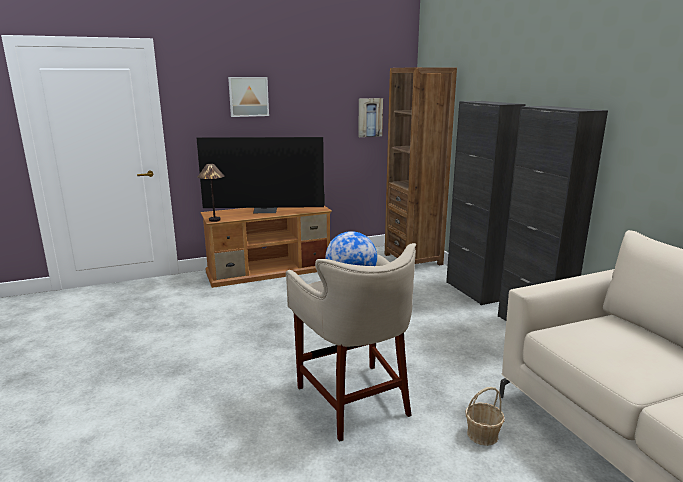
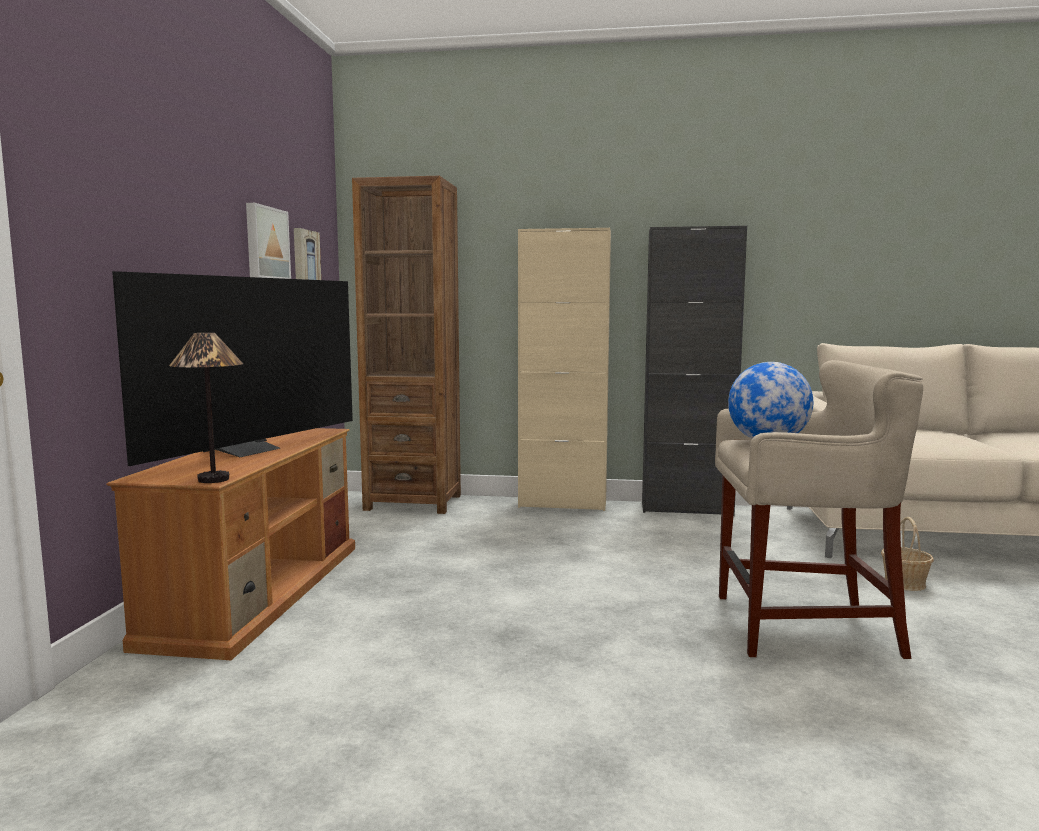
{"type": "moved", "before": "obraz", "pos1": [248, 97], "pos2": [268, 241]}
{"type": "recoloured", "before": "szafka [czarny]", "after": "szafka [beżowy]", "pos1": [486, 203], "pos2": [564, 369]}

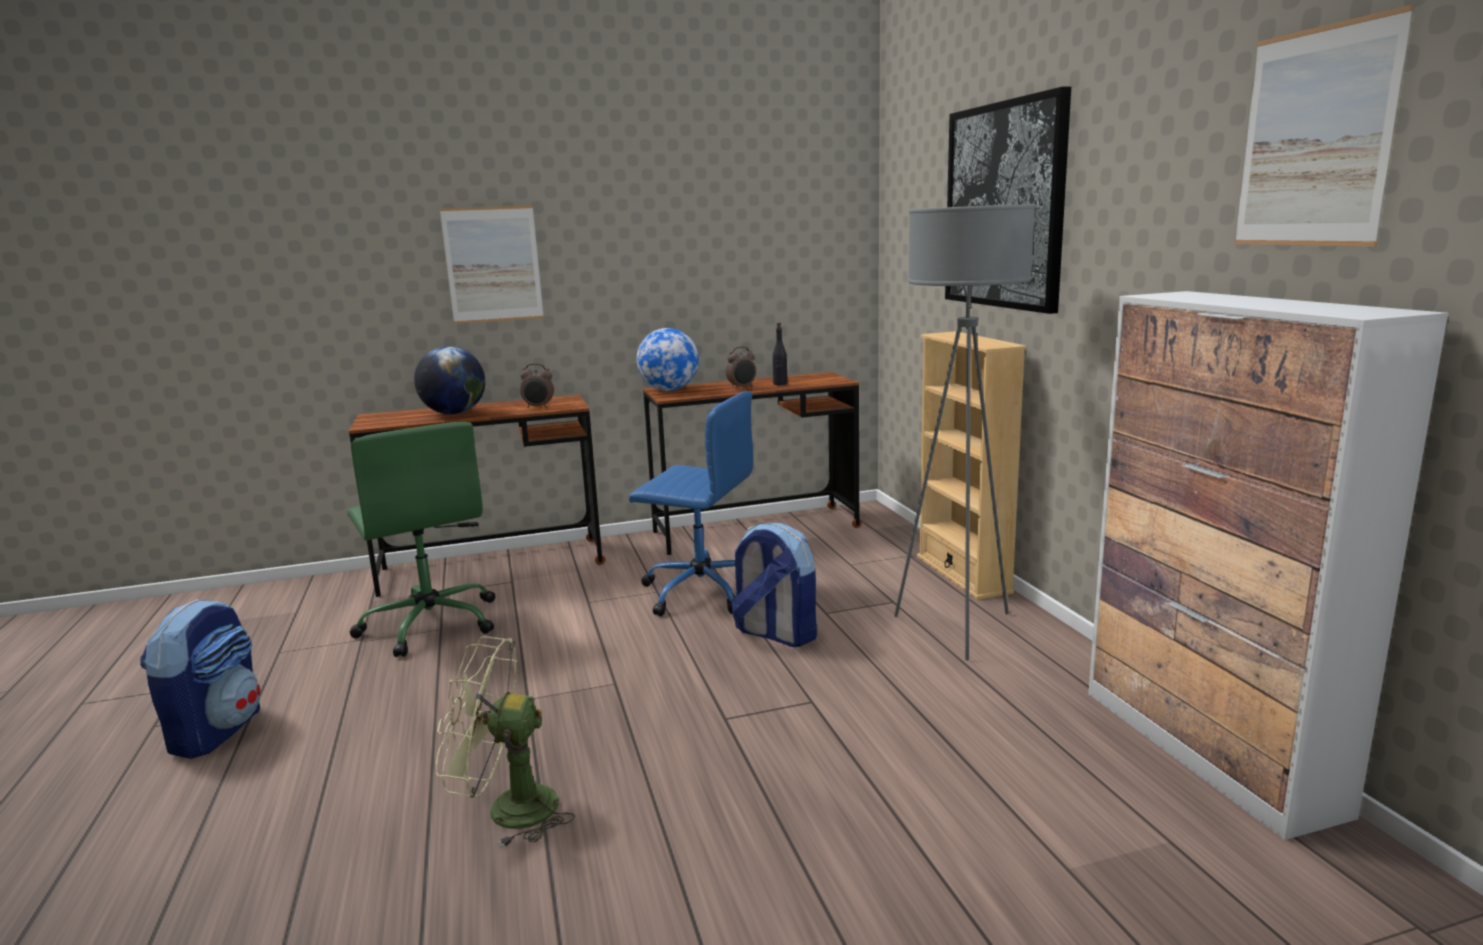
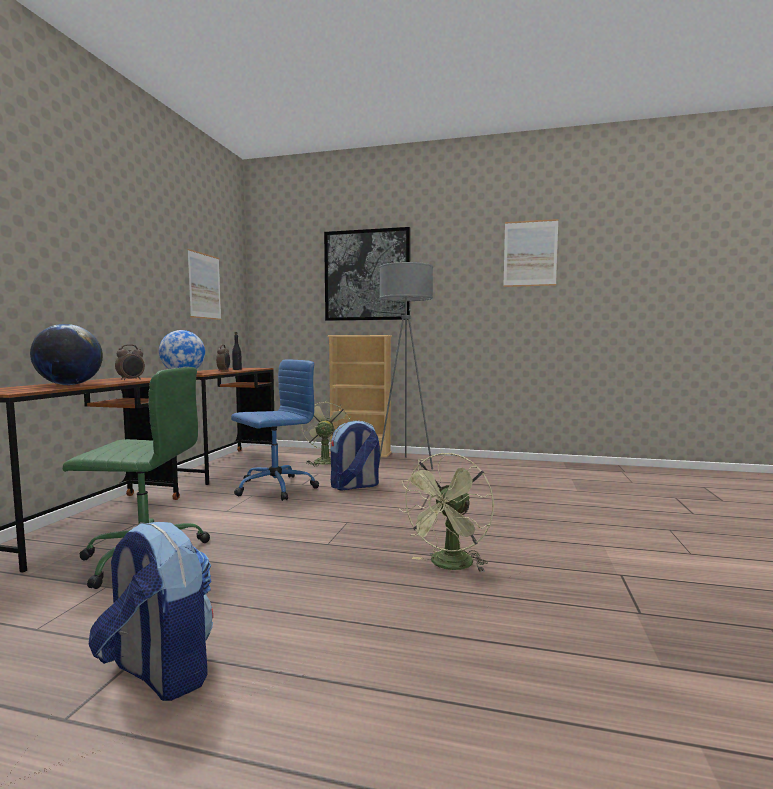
{"type": "moved", "before": "obraz", "pos1": [492, 265], "pos2": [204, 284]}
{"type": "removed", "before": "szafka", "pos1": [1268, 565]}
{"type": "added", "after": "wentylator [zielony]", "pos2": [326, 434]}

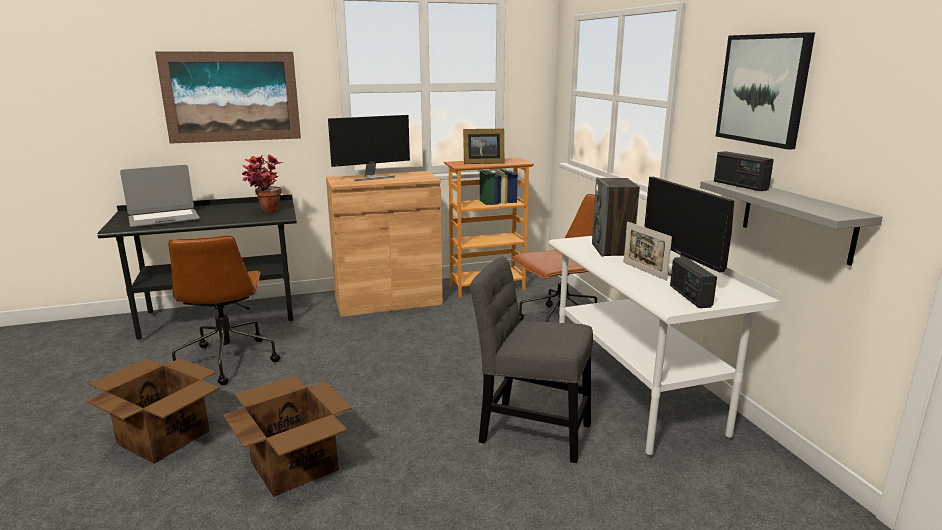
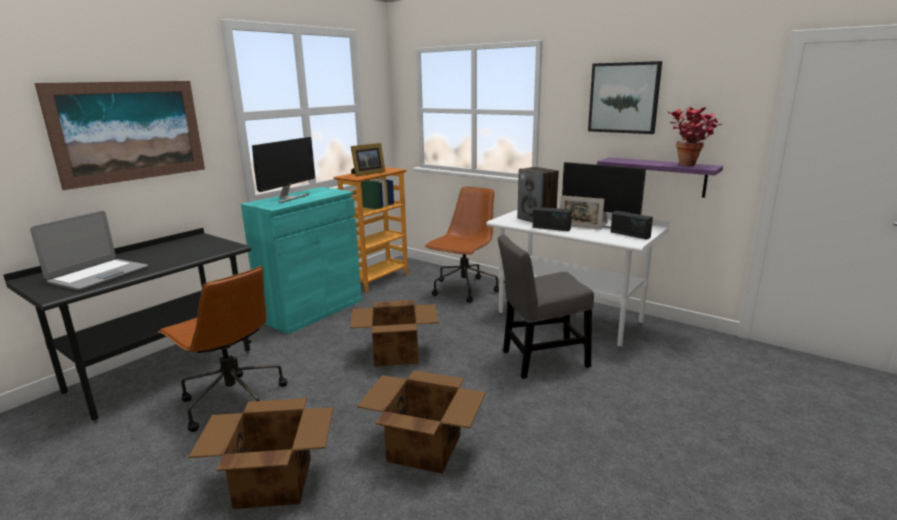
{"type": "moved", "before": "radio", "pos1": [744, 171], "pos2": [552, 219]}
{"type": "moved", "before": "roślina doniczkowa", "pos1": [263, 183], "pos2": [695, 136]}
{"type": "recoloured", "before": "szafka [brązowy]", "after": "szafka [turkusowy]", "pos1": [384, 244], "pos2": [301, 260]}
{"type": "recoloured", "before": "półka [szary]", "after": "półka [fioletowy]", "pos1": [791, 223], "pos2": [660, 178]}
{"type": "added", "after": "karton", "pos2": [394, 333]}

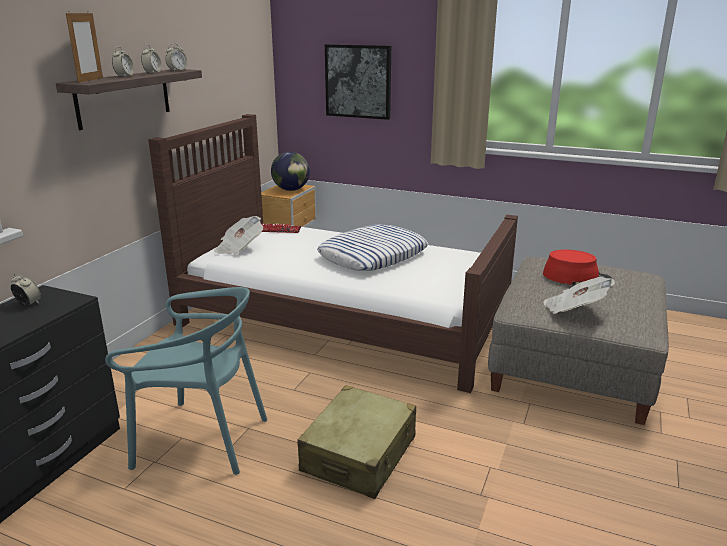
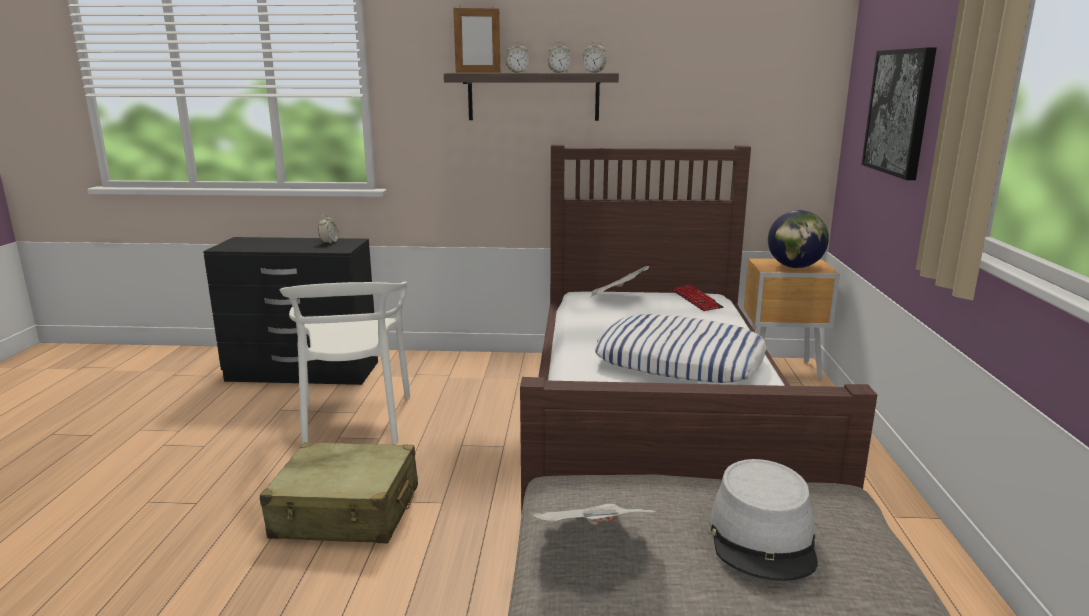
{"type": "recoloured", "before": "kapelusz [czerwony]", "after": "kapelusz [szary]", "pos1": [577, 268], "pos2": [763, 520]}
{"type": "recoloured", "before": "krzesło [turkusowy]", "after": "krzesło [biały]", "pos1": [186, 381], "pos2": [345, 364]}

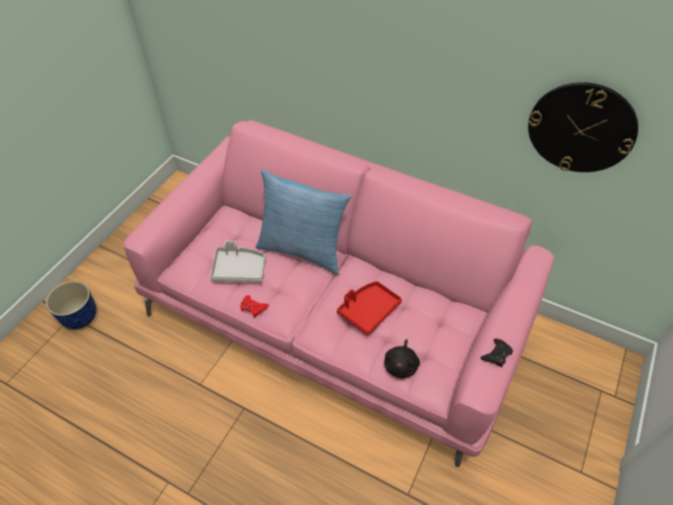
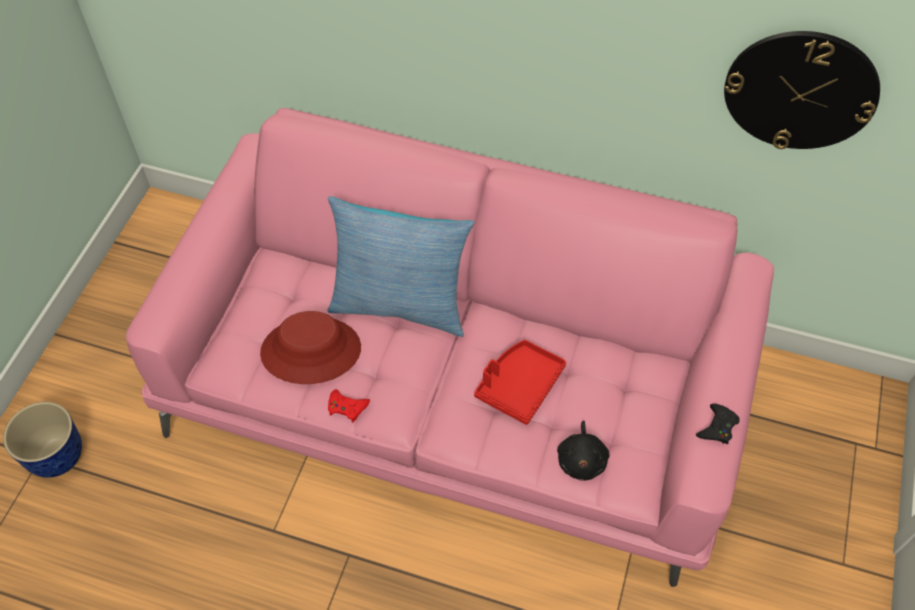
{"type": "replaced", "before": "taca [szary]", "after": "kapelusz [czerwony]", "pos1": [238, 261], "pos2": [310, 347]}

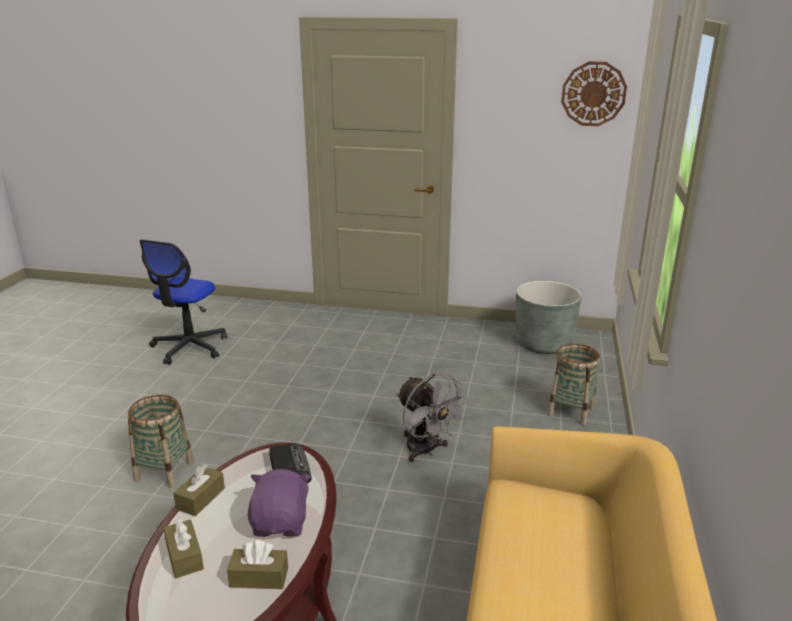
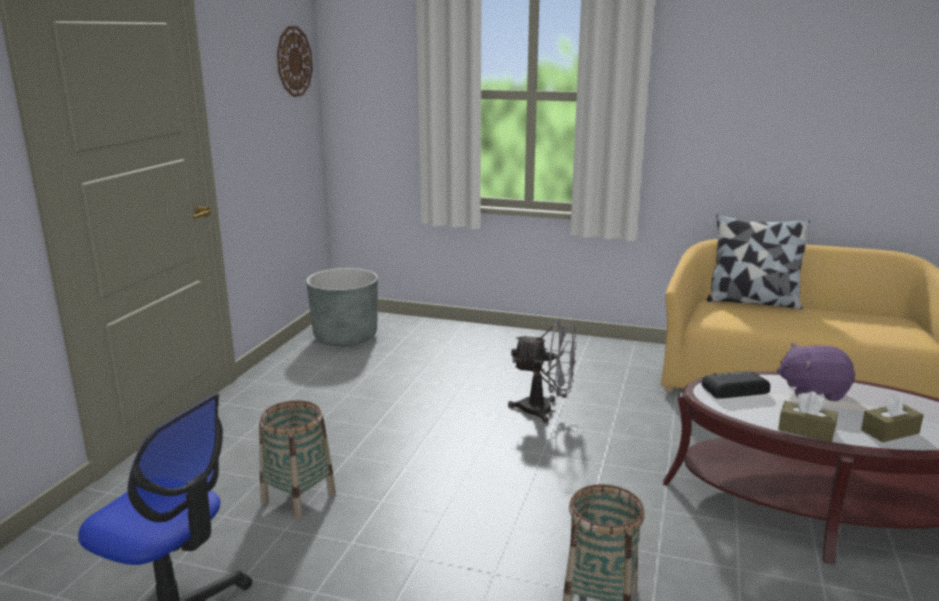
{"type": "moved", "before": "koszyk", "pos1": [574, 385], "pos2": [297, 460]}
{"type": "turned", "before": "wentylator [szary]", "pos1": [432, 417], "pos2": [542, 371], "turn": 45}
{"type": "removed", "before": "pudełko chusteczek [brązowy]", "pos1": [257, 564]}
{"type": "added", "after": "poduszka", "pos2": [758, 261]}

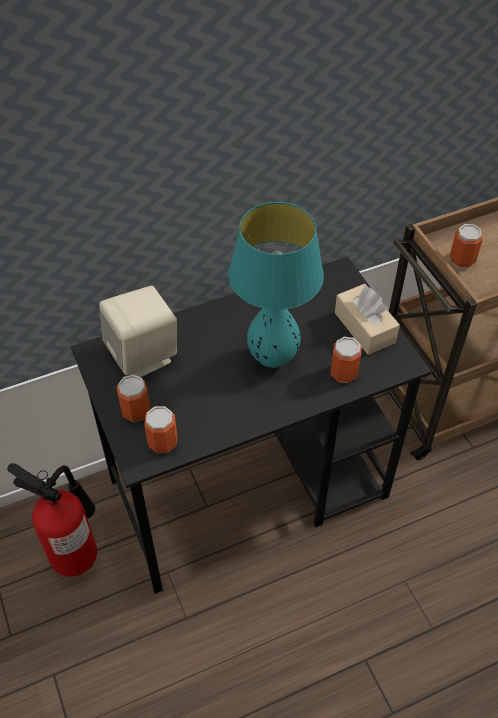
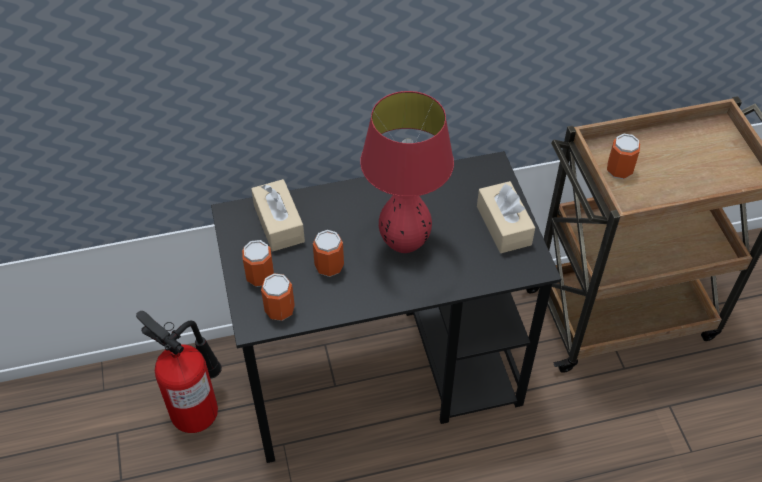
{"type": "recoloured", "before": "lampa stołowa [turkusowy]", "after": "lampa stołowa [czerwony]", "pos1": [276, 285], "pos2": [407, 172]}
{"type": "replaced", "before": "głośnik [beżowy]", "after": "pudełko chusteczek [beżowy]", "pos1": [138, 331], "pos2": [278, 215]}
{"type": "moved", "before": "puszka", "pos1": [346, 360], "pos2": [328, 253]}

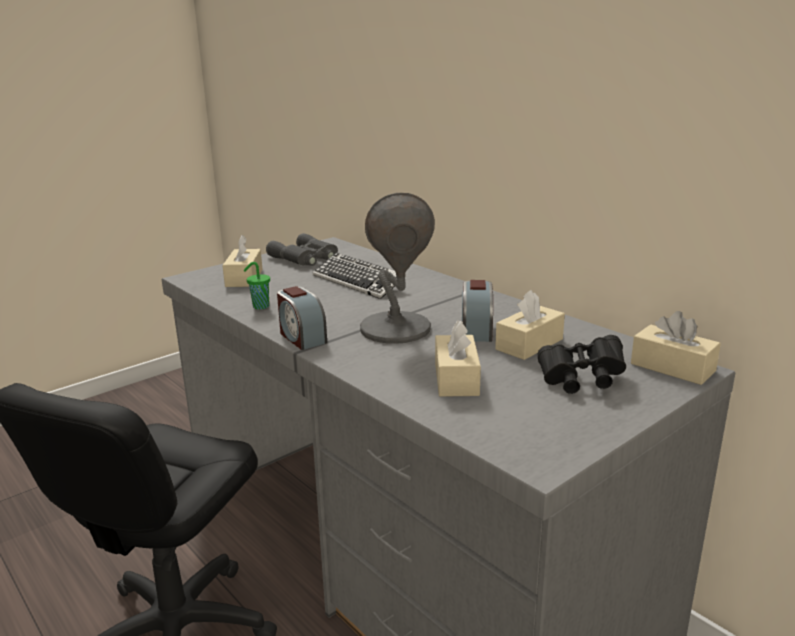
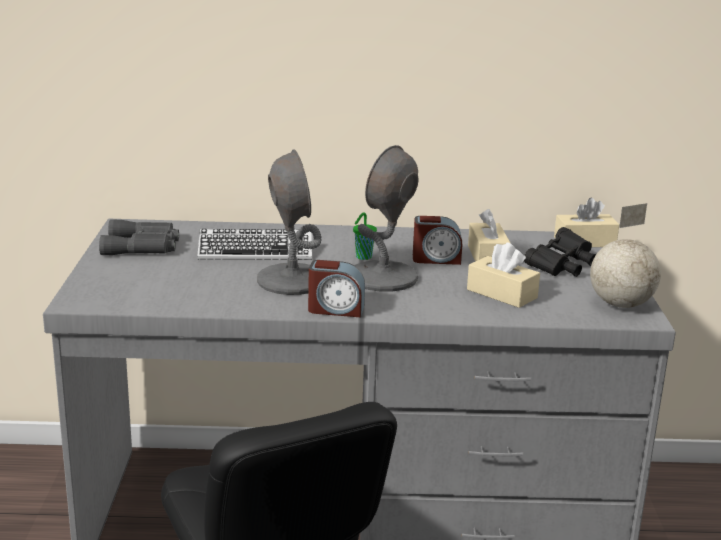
{"type": "removed", "before": "pudełko chusteczek [beżowy]", "pos1": [242, 261]}
{"type": "moved", "before": "filiżanka [zielony]", "pos1": [257, 285], "pos2": [365, 236]}
{"type": "turned", "before": "budzik", "pos1": [477, 311], "pos2": [437, 240], "turn": -45}
{"type": "added", "after": "lampa stołowa [szary]", "pos2": [289, 222]}
{"type": "added", "after": "globus", "pos2": [625, 255]}

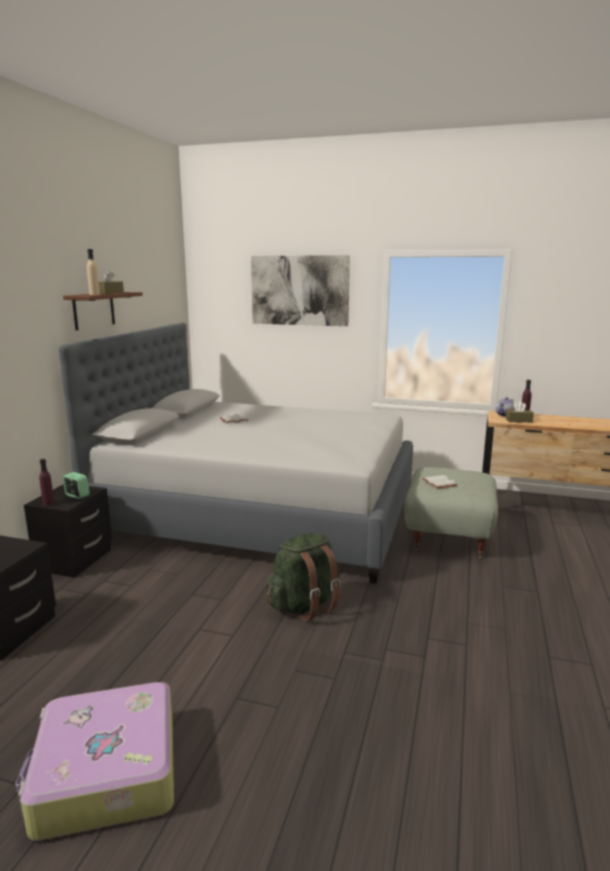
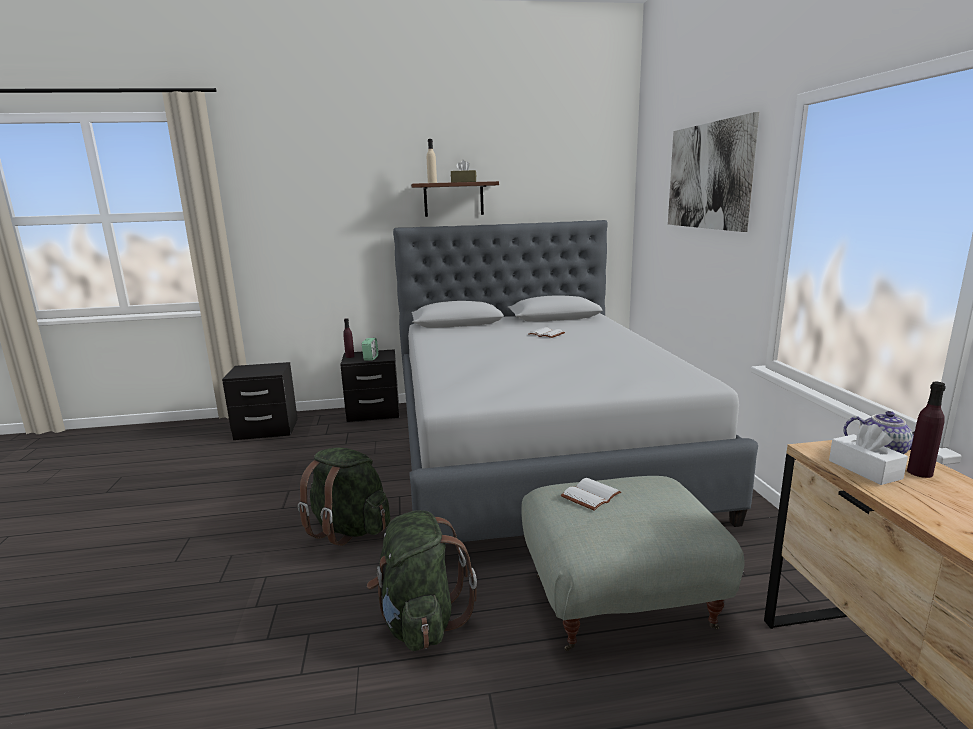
{"type": "recoloured", "before": "pudełko chusteczek [brązowy]", "after": "pudełko chusteczek [biały]", "pos1": [520, 412], "pos2": [868, 454]}
{"type": "removed", "before": "walizka", "pos1": [95, 761]}
{"type": "added", "after": "plecak [zielony]", "pos2": [422, 580]}

